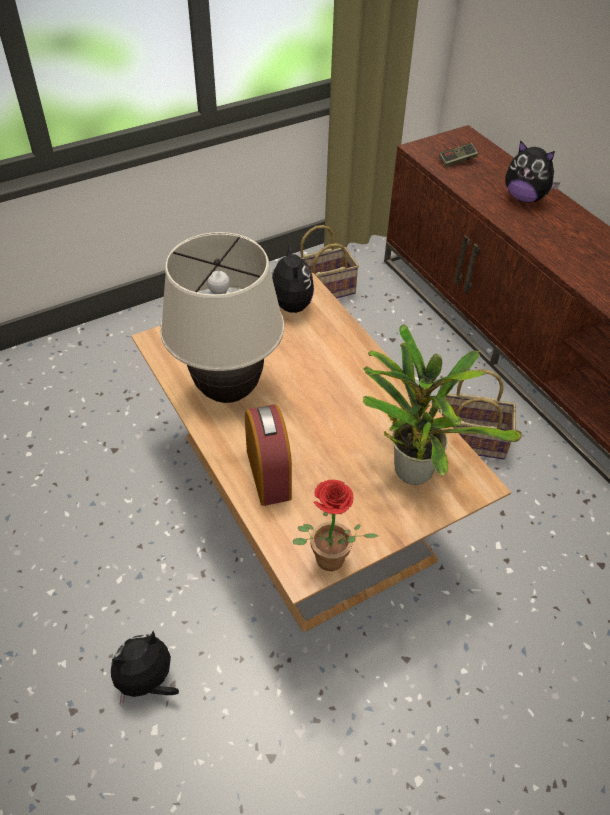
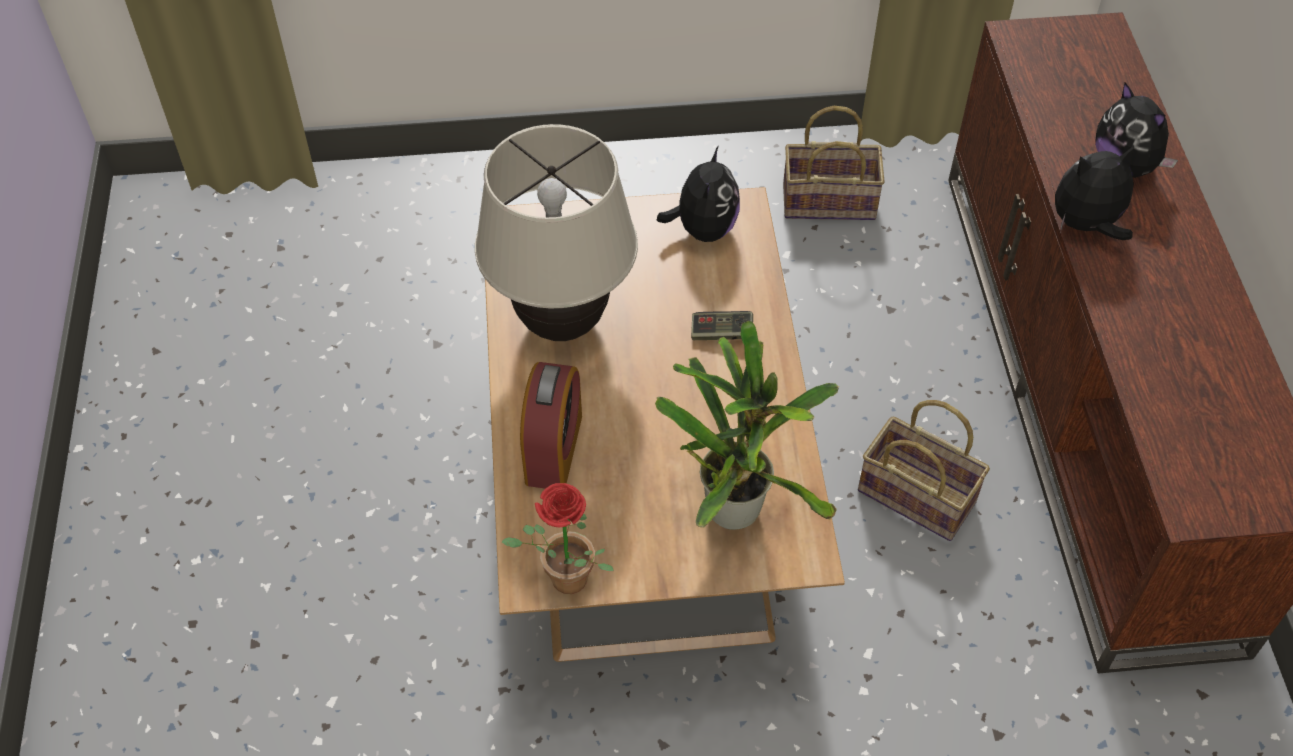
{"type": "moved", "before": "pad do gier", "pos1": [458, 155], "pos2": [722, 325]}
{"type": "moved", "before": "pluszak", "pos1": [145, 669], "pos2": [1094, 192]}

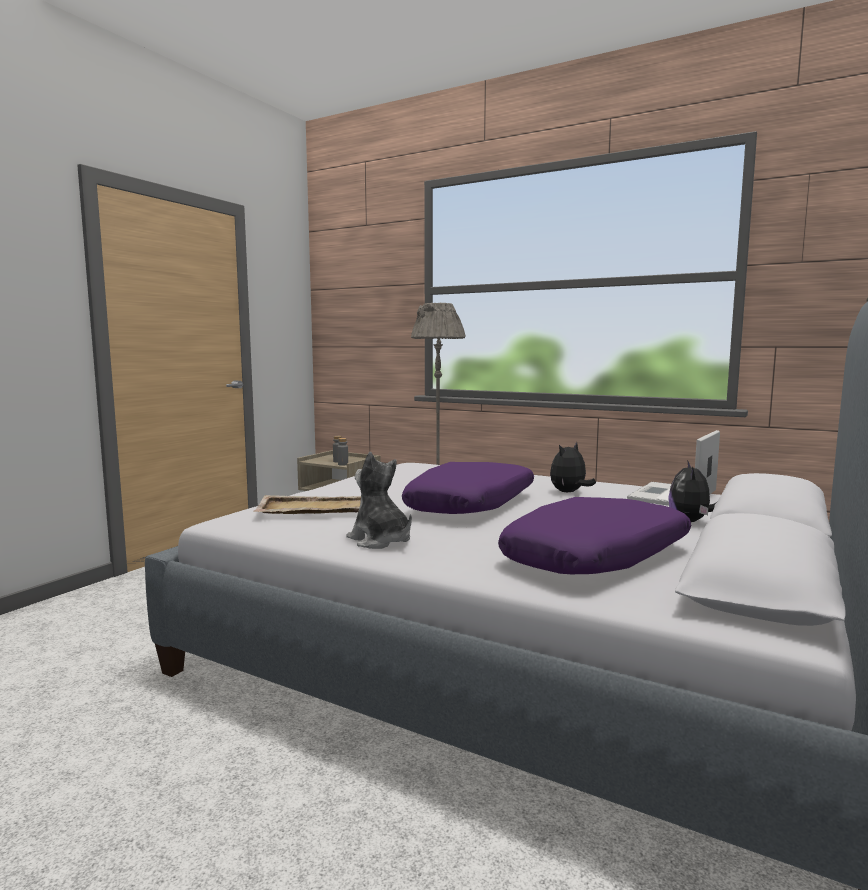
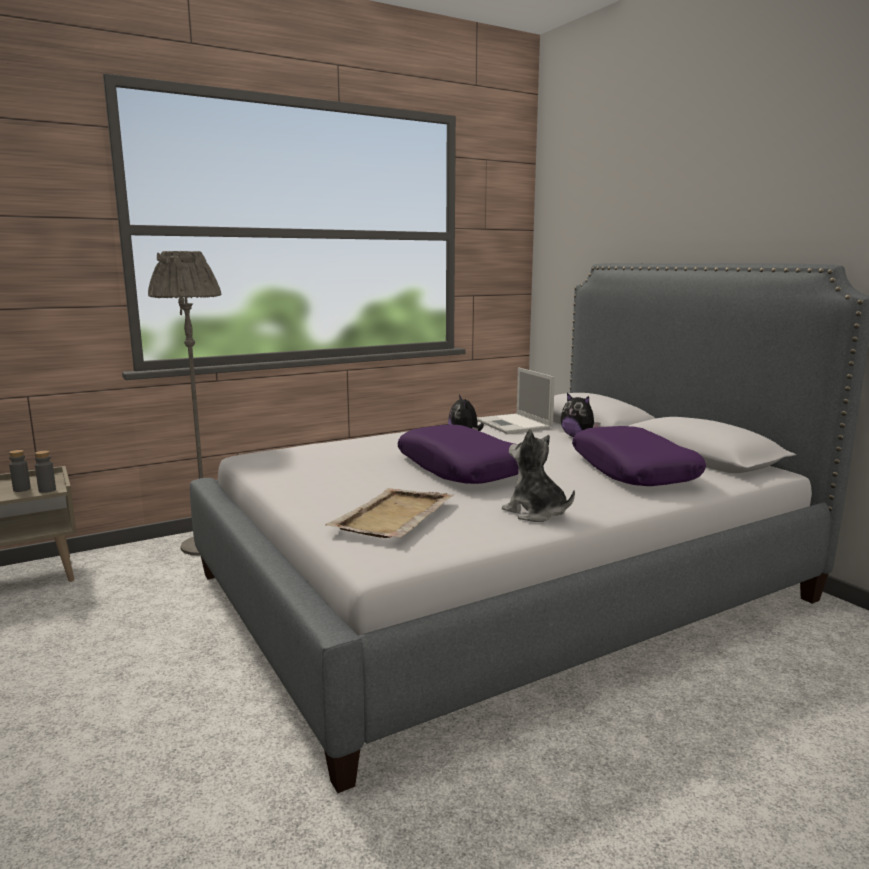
{"type": "turned", "before": "pluszak", "pos1": [379, 500], "pos2": [538, 475], "turn": 60}

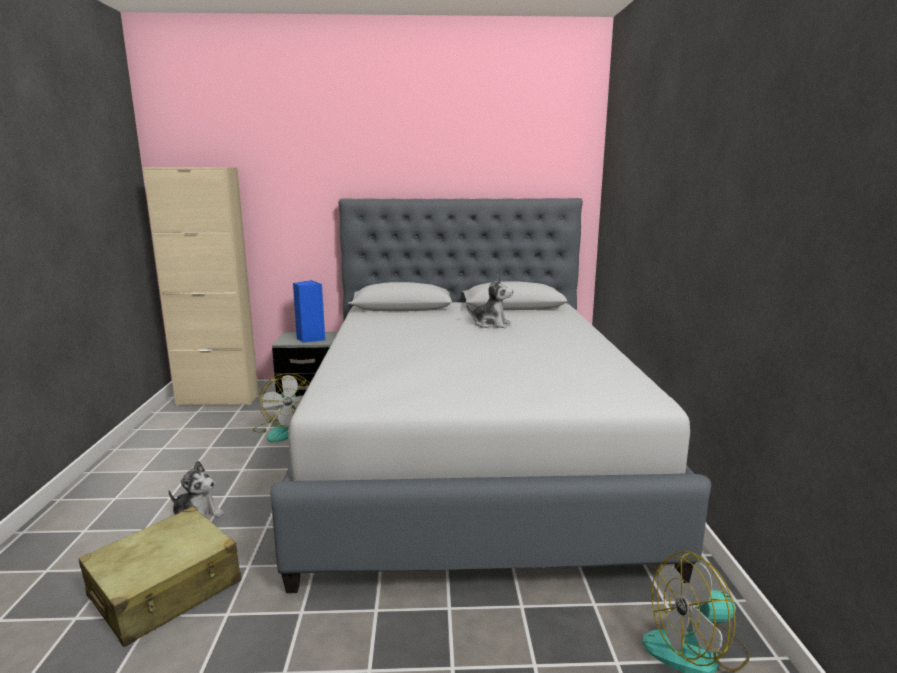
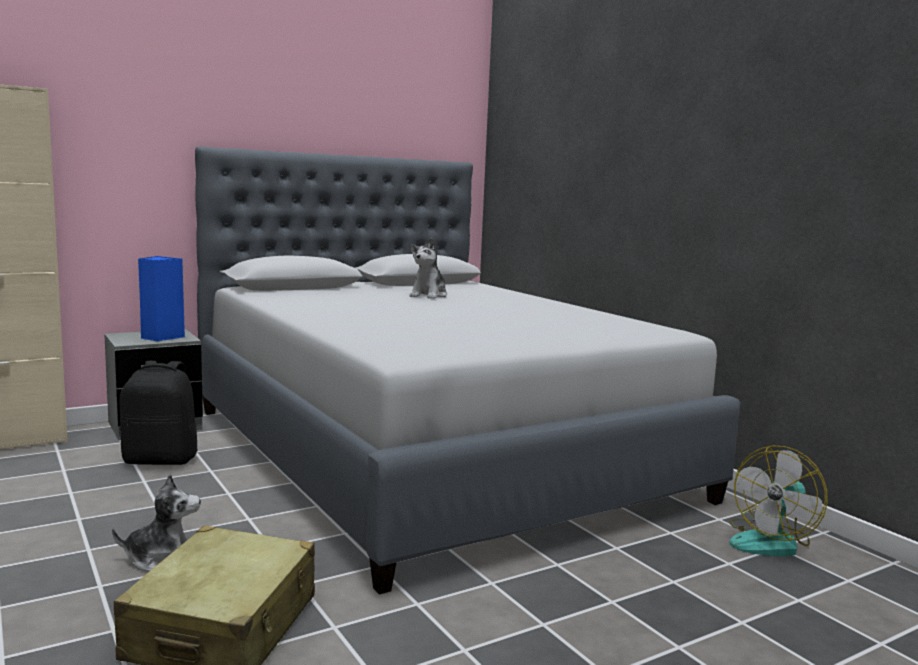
{"type": "turned", "before": "pluszak", "pos1": [489, 301], "pos2": [428, 268], "turn": 120}
{"type": "replaced", "before": "wentylator", "after": "plecak [czarny]", "pos1": [281, 408], "pos2": [158, 413]}

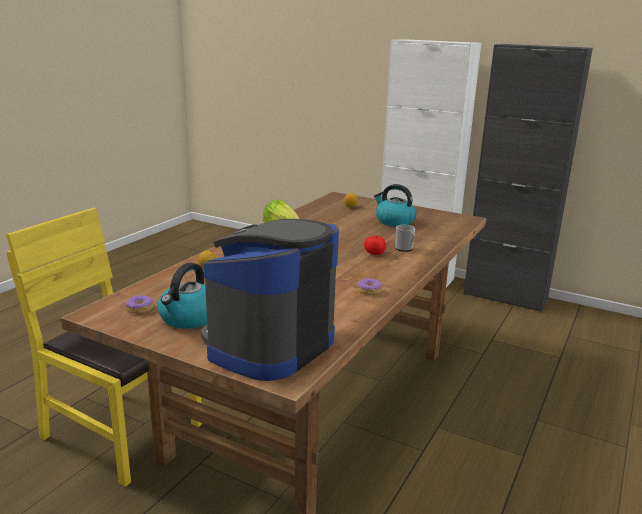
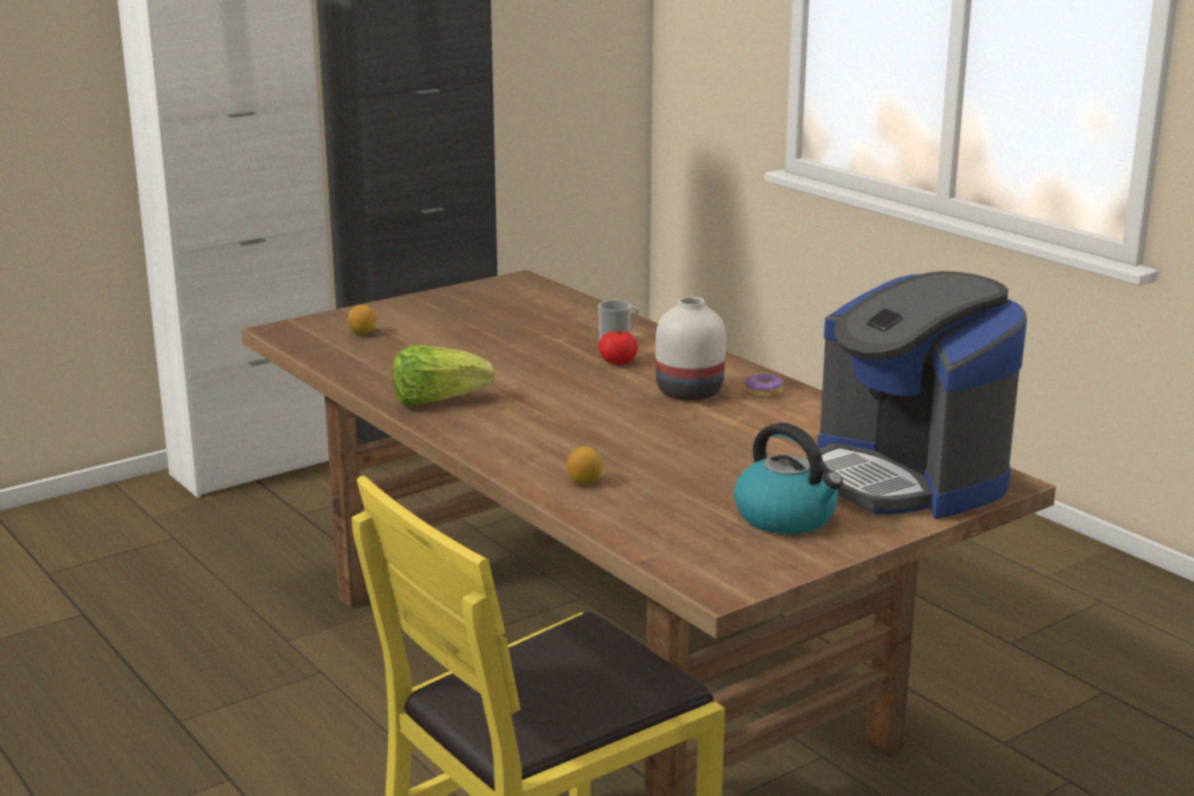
{"type": "removed", "before": "czajnik", "pos1": [395, 205]}
{"type": "removed", "before": "donut", "pos1": [139, 304]}
{"type": "added", "after": "wazon [biały]", "pos2": [690, 349]}

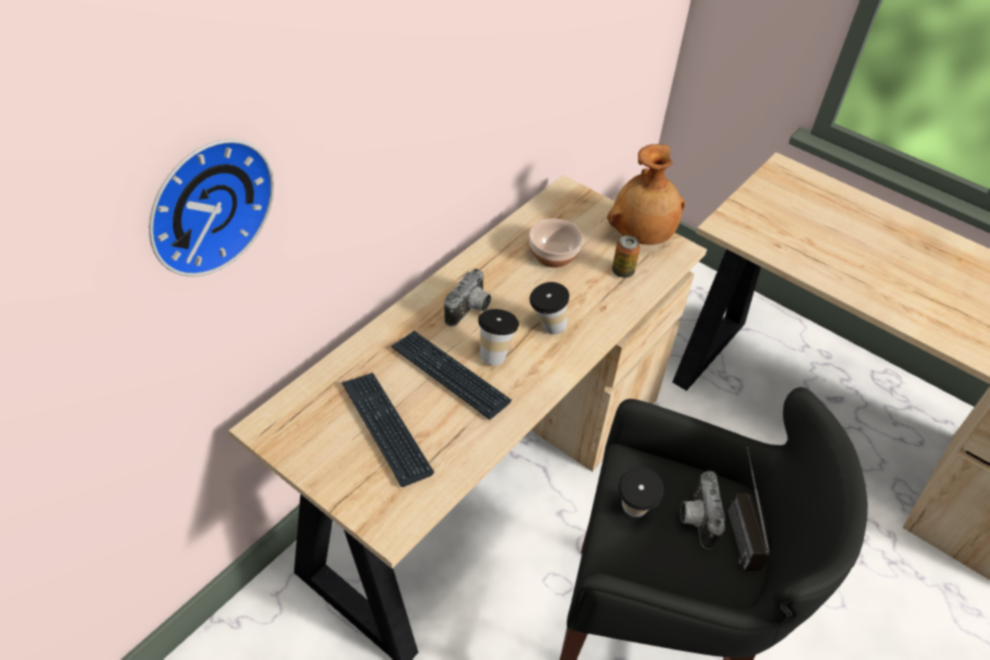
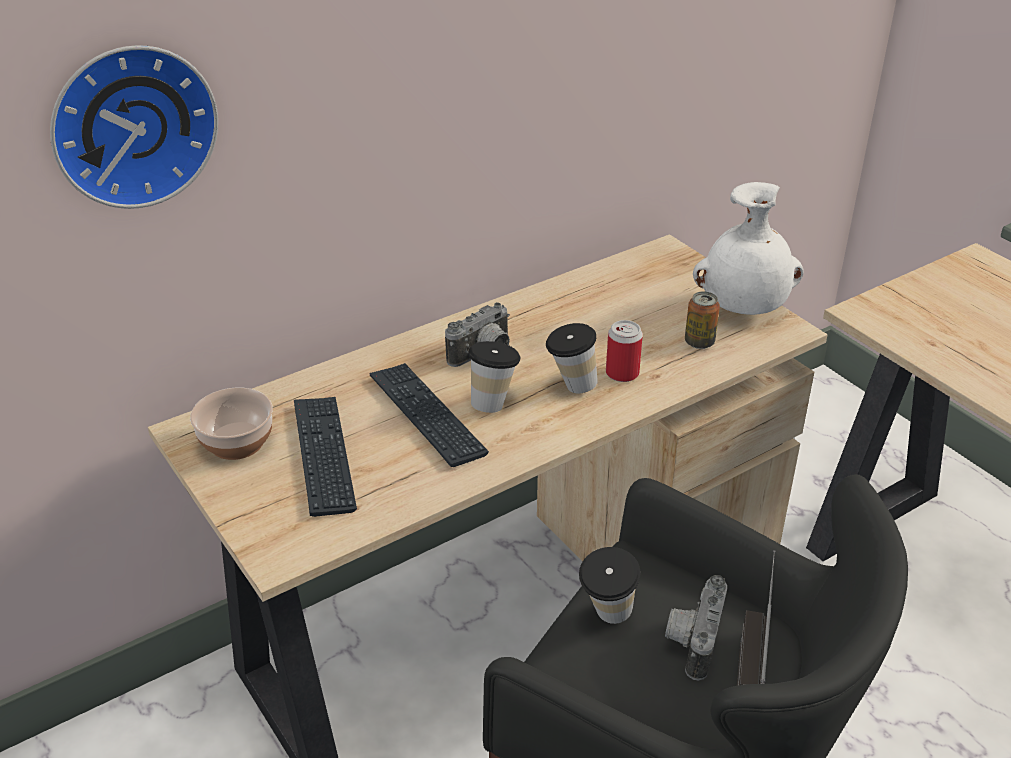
{"type": "recoloured", "before": "wazon [brązowy]", "after": "wazon [biały]", "pos1": [646, 194], "pos2": [748, 248]}
{"type": "moved", "before": "miska", "pos1": [556, 243], "pos2": [231, 423]}
{"type": "added", "after": "puszka", "pos2": [624, 351]}

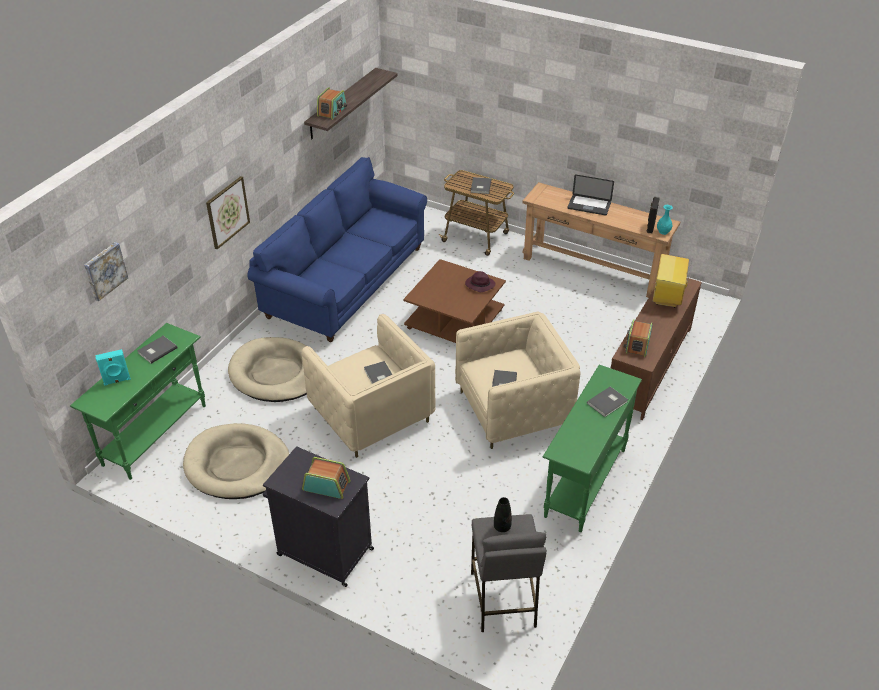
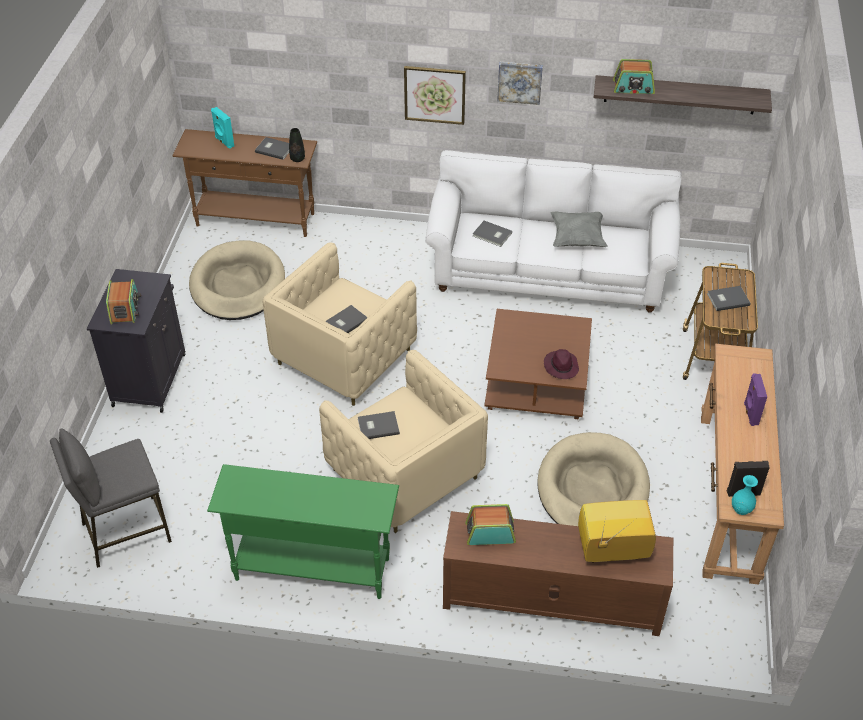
{"type": "recoloured", "before": "kanapa [niebieski]", "after": "kanapa [biały]", "pos1": [337, 249], "pos2": [553, 231]}
{"type": "replaced", "before": "laptop", "after": "głośnik [fioletowy]", "pos1": [590, 194], "pos2": [755, 399]}
{"type": "moved", "before": "obraz", "pos1": [106, 271], "pos2": [520, 83]}
{"type": "recoloured", "before": "stolik konsolowy [zielony]", "after": "stolik konsolowy [brązowy]", "pos1": [138, 401], "pos2": [244, 183]}
{"type": "moved", "before": "legowisko [beżowy]", "pos1": [267, 369], "pos2": [593, 479]}
{"type": "moved", "before": "książka [szary]", "pos1": [607, 402], "pos2": [492, 234]}
{"type": "moved", "before": "wazon [czarny]", "pos1": [503, 514], "pos2": [297, 145]}
{"type": "added", "after": "poduszka [szary]", "pos2": [579, 229]}

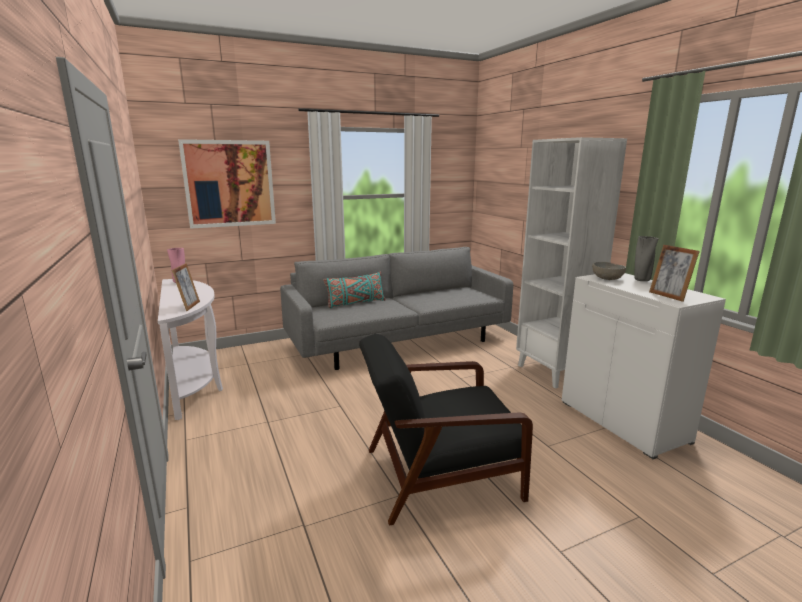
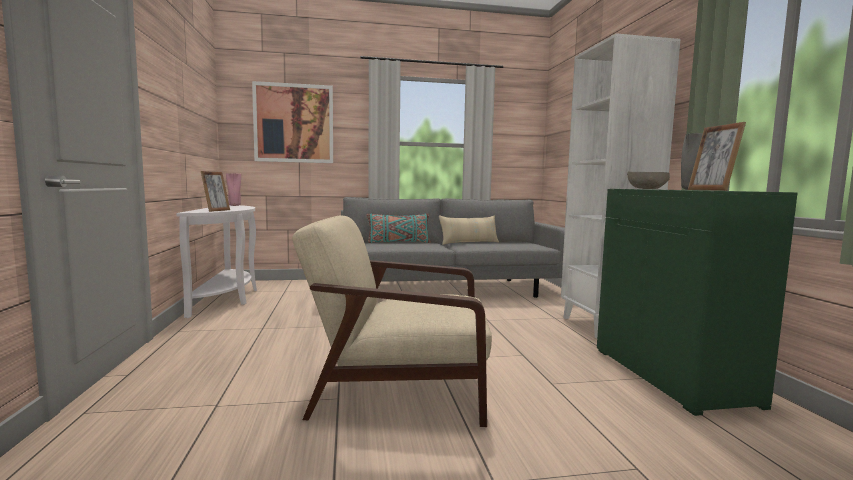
{"type": "recoloured", "before": "szafka [biały]", "after": "szafka [zielony]", "pos1": [644, 366], "pos2": [697, 302]}
{"type": "recoloured", "before": "fotel [czarny]", "after": "fotel [beżowy]", "pos1": [446, 430], "pos2": [392, 321]}
{"type": "added", "after": "poduszka [beżowy]", "pos2": [469, 230]}

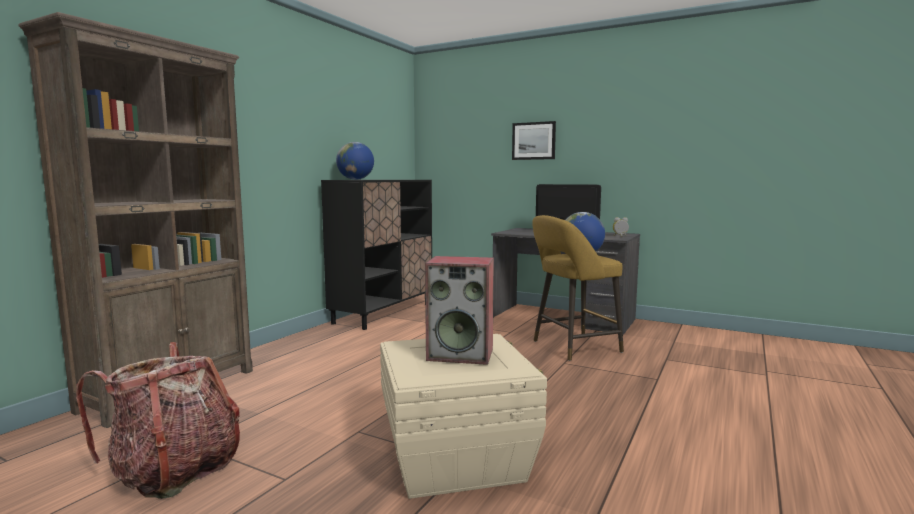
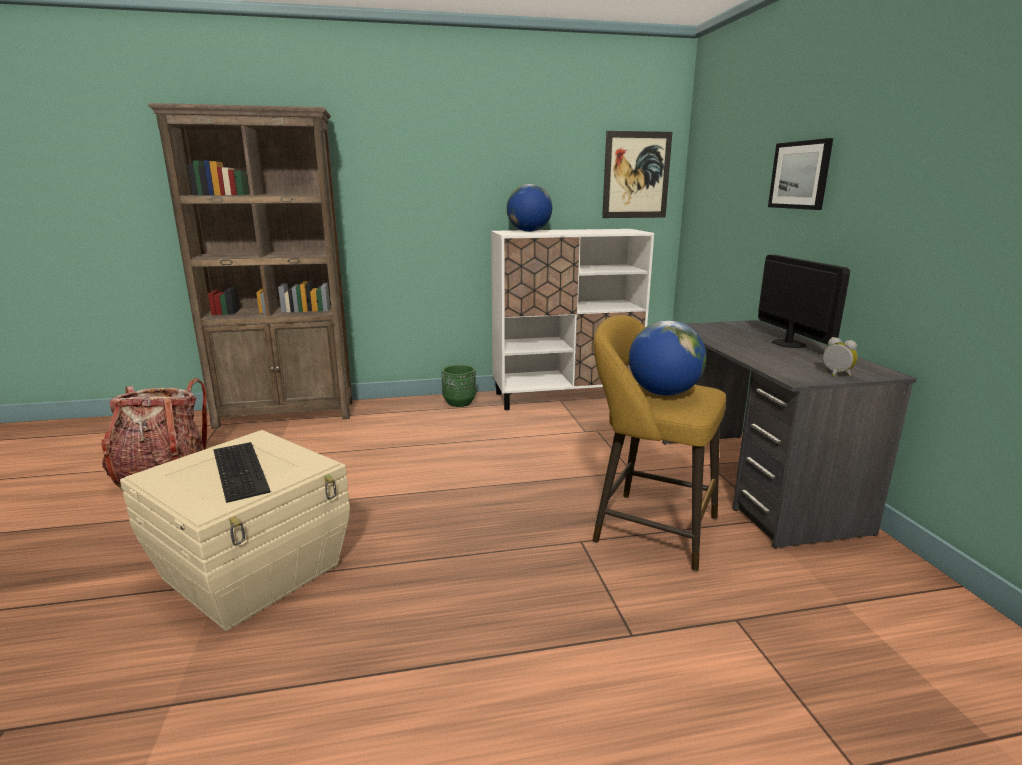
{"type": "recoloured", "before": "szafka [czarny]", "after": "szafka [biały]", "pos1": [376, 255], "pos2": [572, 319]}
{"type": "replaced", "before": "głośnik", "after": "klawiatura", "pos1": [459, 310], "pos2": [242, 472]}
{"type": "added", "after": "obraz", "pos2": [637, 174]}
{"type": "added", "after": "donica [zielony]", "pos2": [459, 386]}

